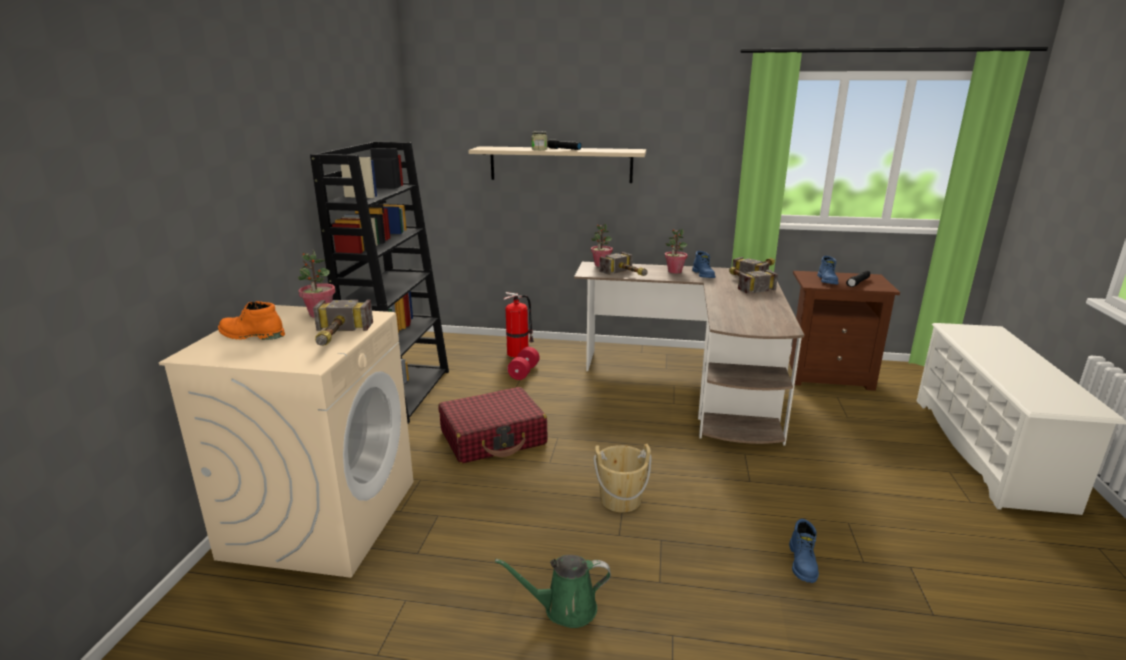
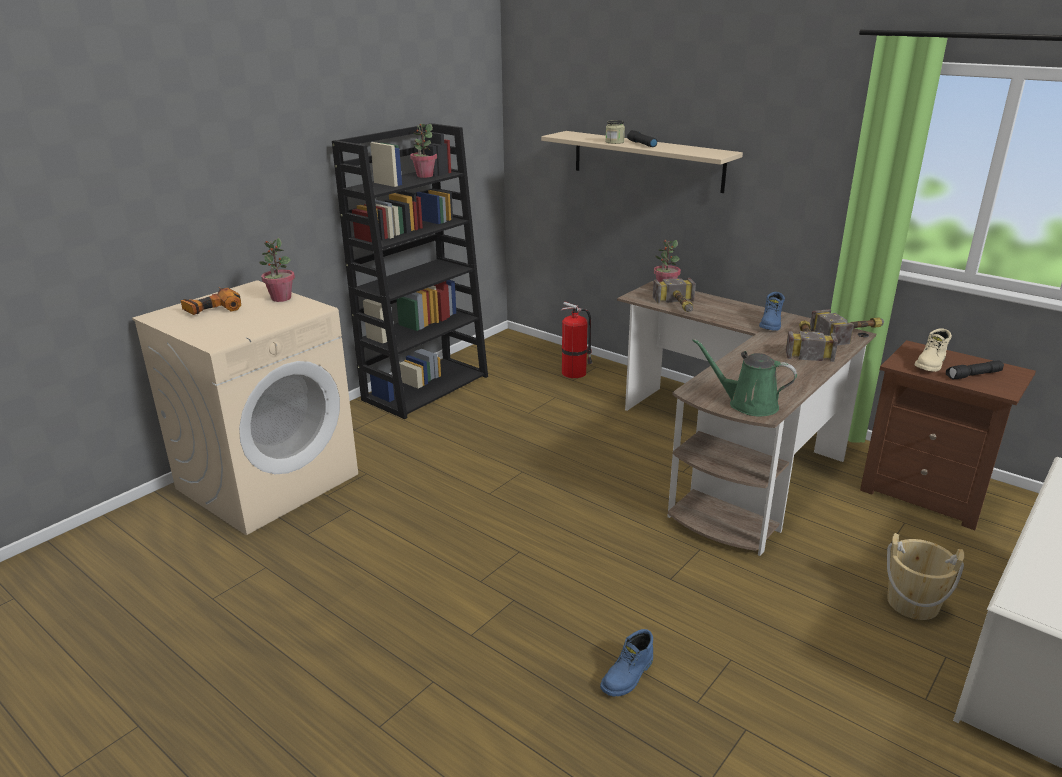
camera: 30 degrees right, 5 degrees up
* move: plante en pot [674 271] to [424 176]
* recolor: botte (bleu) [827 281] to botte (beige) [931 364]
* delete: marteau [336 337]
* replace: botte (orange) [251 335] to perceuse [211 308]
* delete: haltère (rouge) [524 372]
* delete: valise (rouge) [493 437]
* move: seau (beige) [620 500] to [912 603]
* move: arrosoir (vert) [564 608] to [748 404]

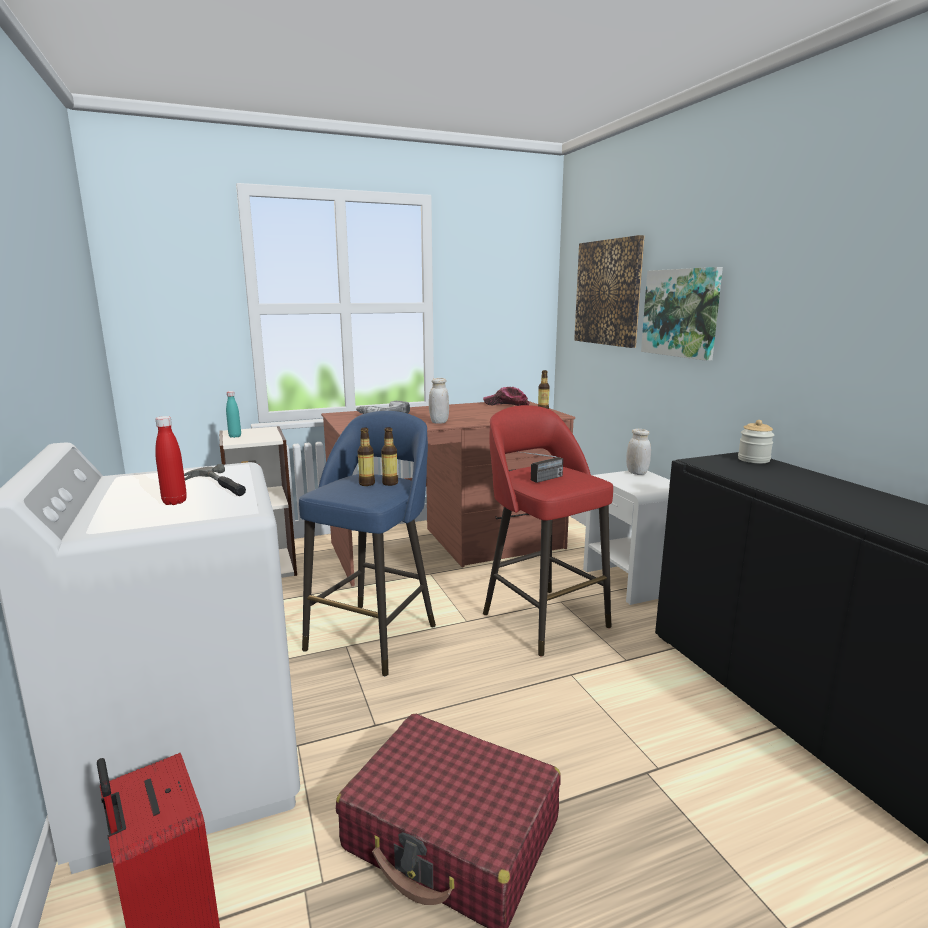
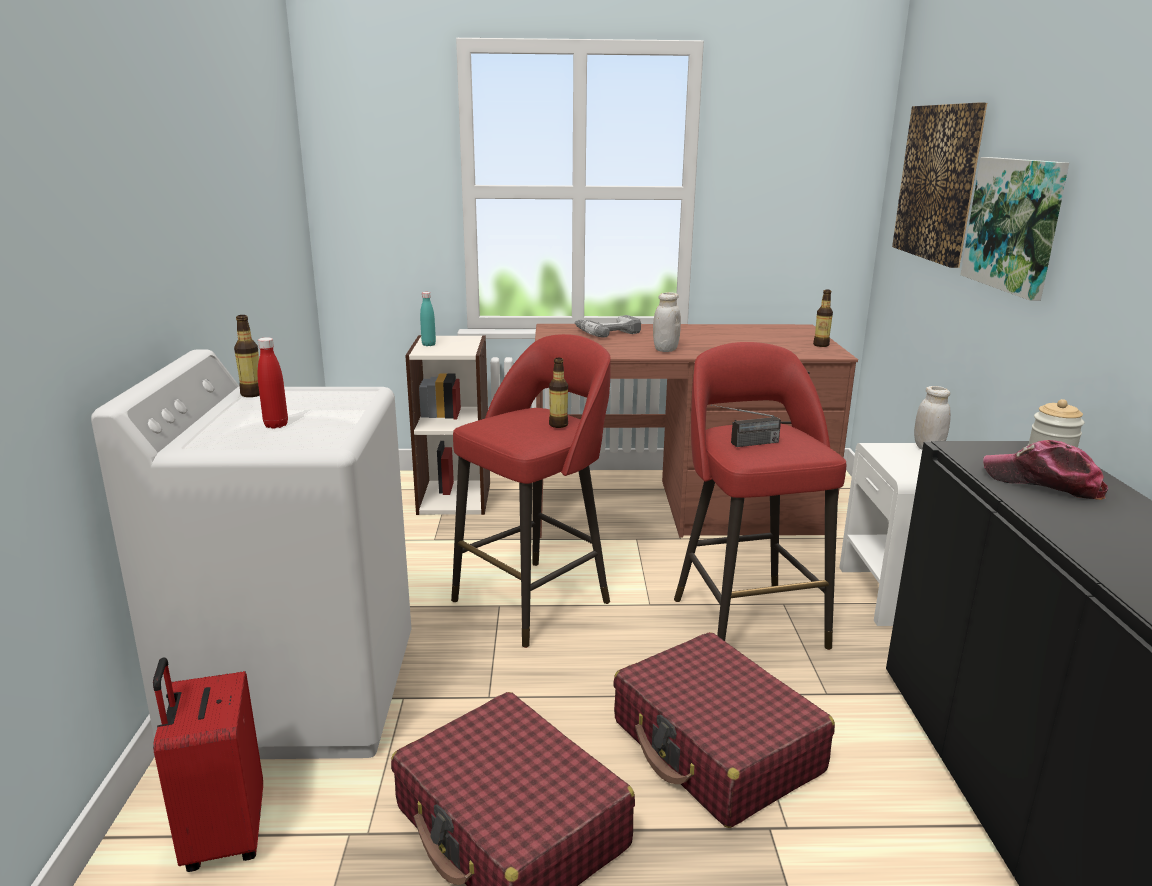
camera: 20 degrees right, 5 degrees up
* move: casquette [506 404] to [1043 482]
* recolor: tabouret (bleu) [374 635] to tabouret (rouge) [535 600]
* move: bouteille [366 484] to [252 394]
* delete: marteau [219 485]
* insert: valise (rouge) [716 747]

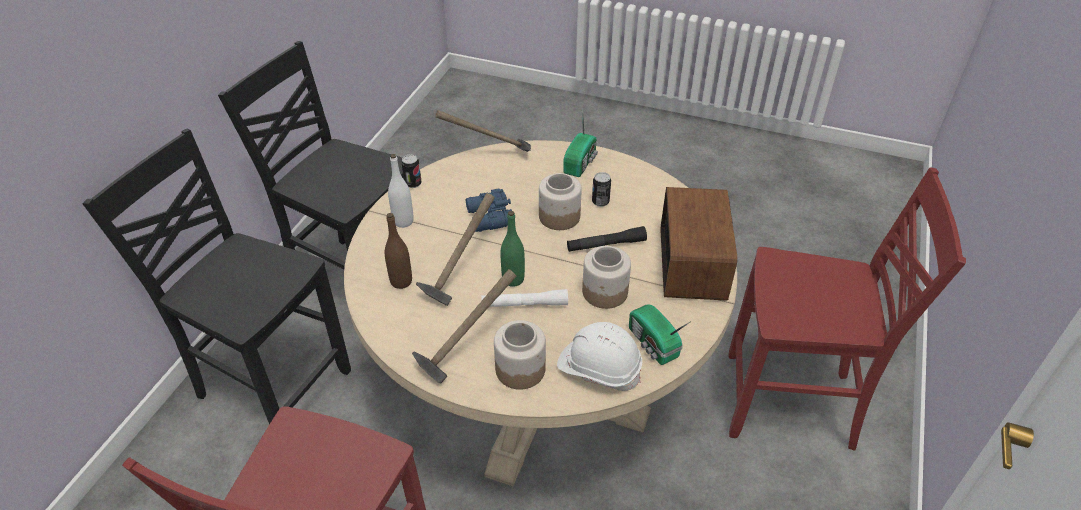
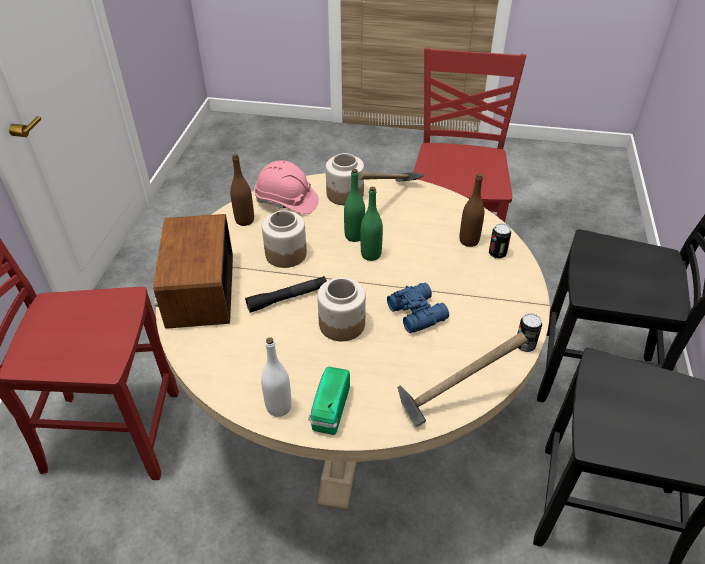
camera: 170 degrees right, 0 degrees up
* move: bouteille (blanc) [403 221] to [278 407]
* move: boîte métallique [600 202] to [497 253]
* delete: marteau [459 276]
* replace: lampe de poche (blanc) [524 304] to bouteille (vert) [354 236]
* replace: radio [653 344] to bouteille (marron) [244 220]
* recolor: casque de chantier (blanc) [599 368] to casque de chantier (rose) [286 201]

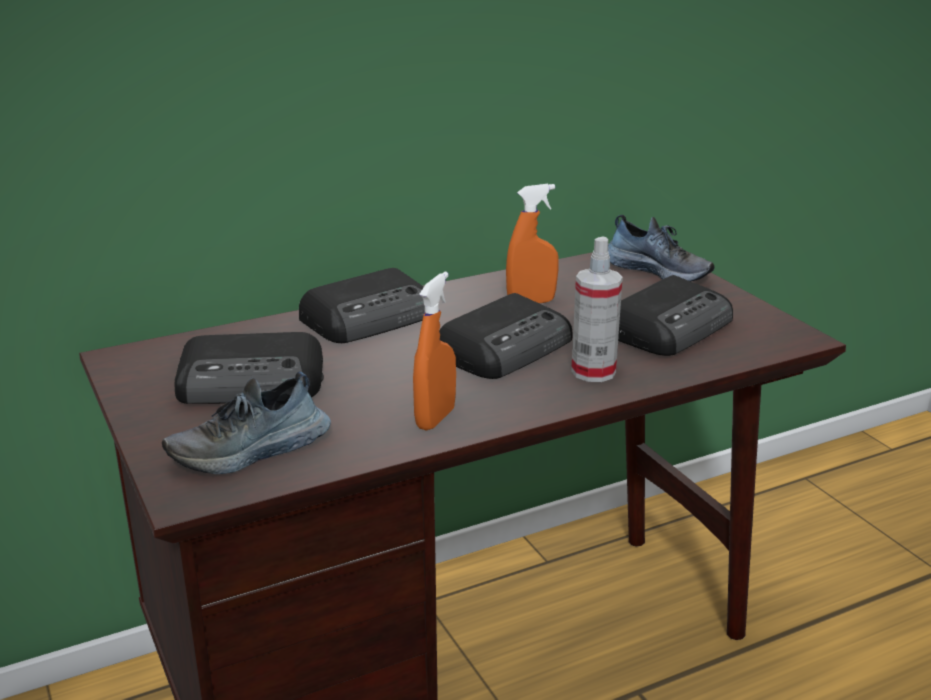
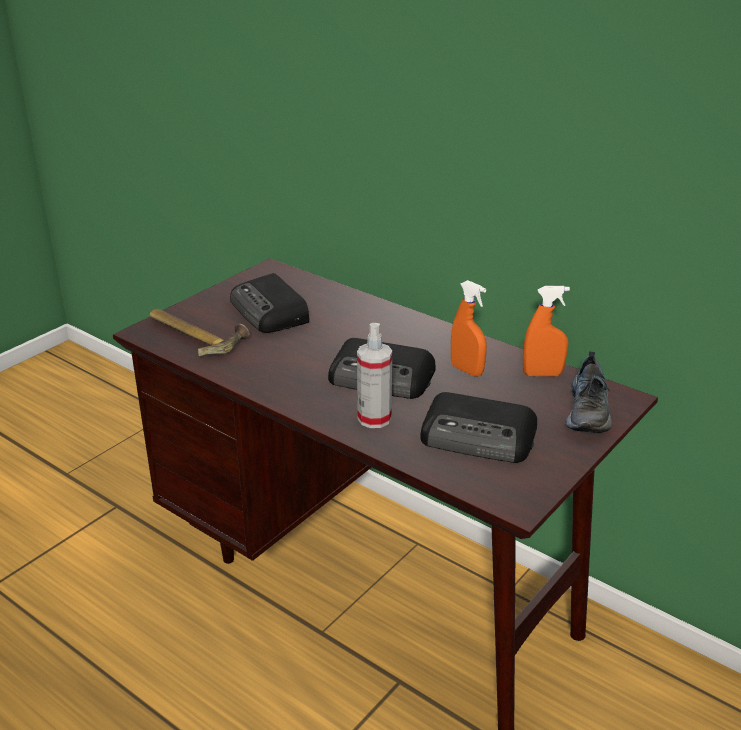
camera: 65 degrees right, 5 degrees up
* delete: radio [372 318]
* move: vaporisateur (orange) [435 418] to [542 374]
* replace: chaussure [251 451] to marteau [195 334]

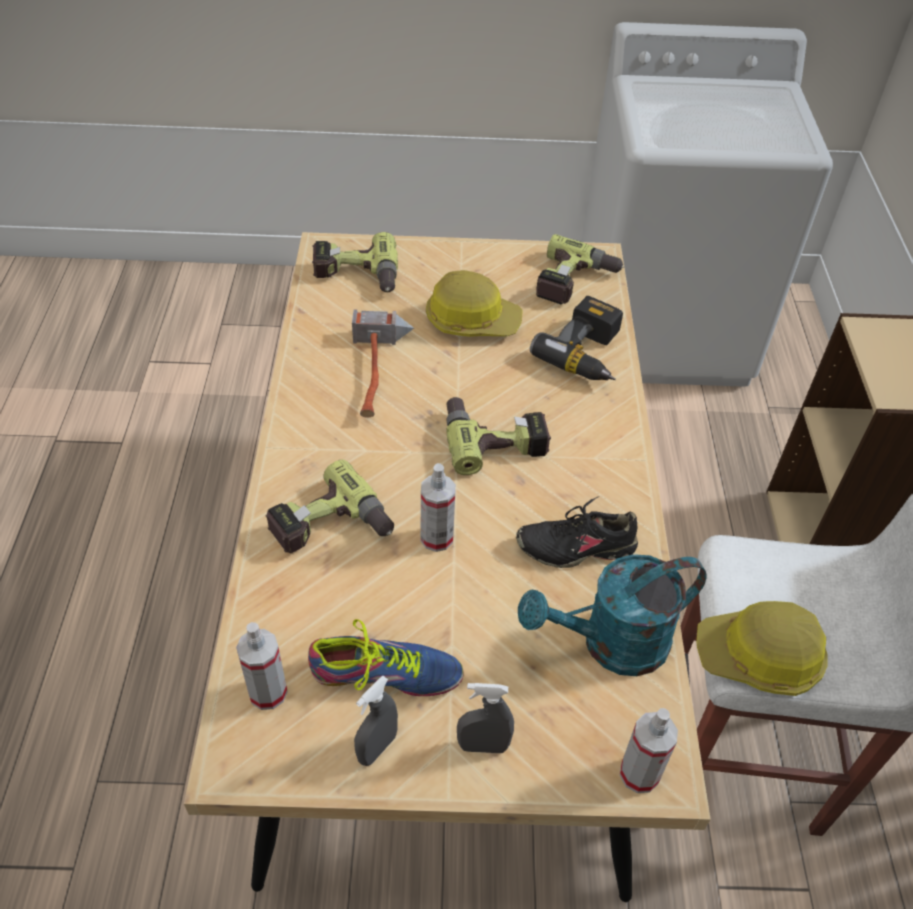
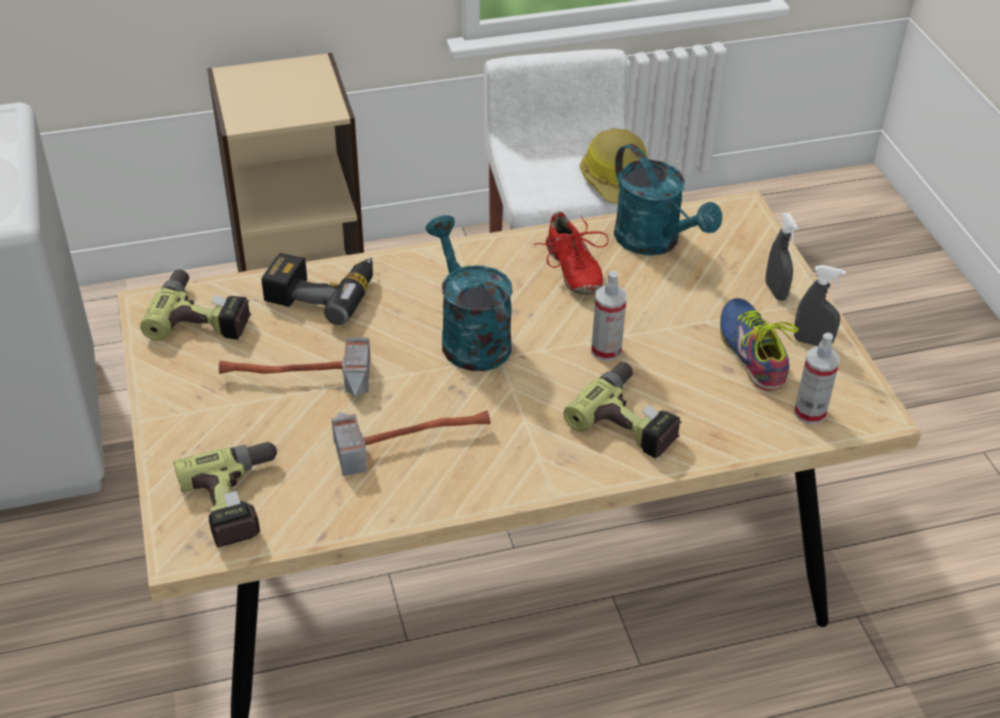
camera: 105 degrees left, 5 degrees down
* replace: casque de chantier [472 320] to marteau [294 383]
* replace: perceuse [494 438] to arrosoir (turquoise) [469 336]
* recolor: chaussure (noir) [576 546] to chaussure (rouge) [572 270]
* delete: vaporisateur [639 774]

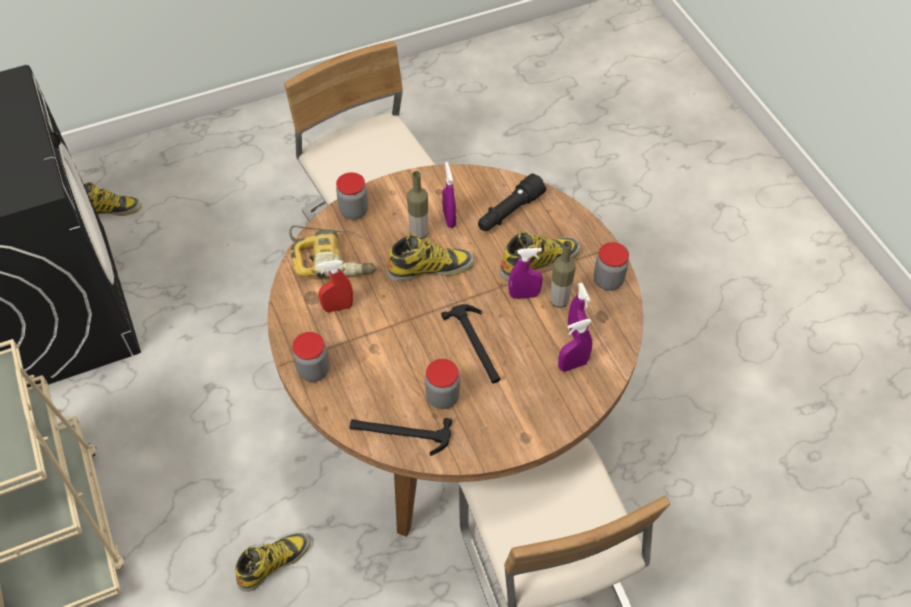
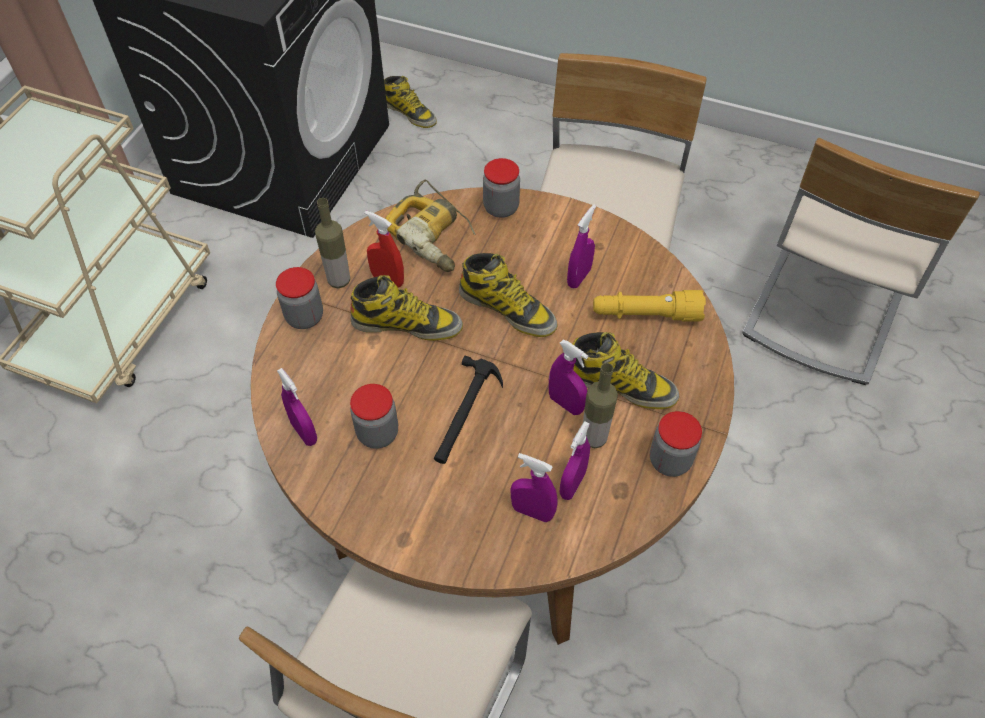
camera: 45 degrees right, 0 degrees up
* move: bouteille [419 233] to [339 280]
* recolor: lampe de poche (noir) [509 212] to lampe de poche (jaune) [645 314]
* replace: marteau [400 433] to vaporisateur (violet) [304 432]
* move: botte [274 562] to [407 324]
* insert: chaise (beige) [823 308]

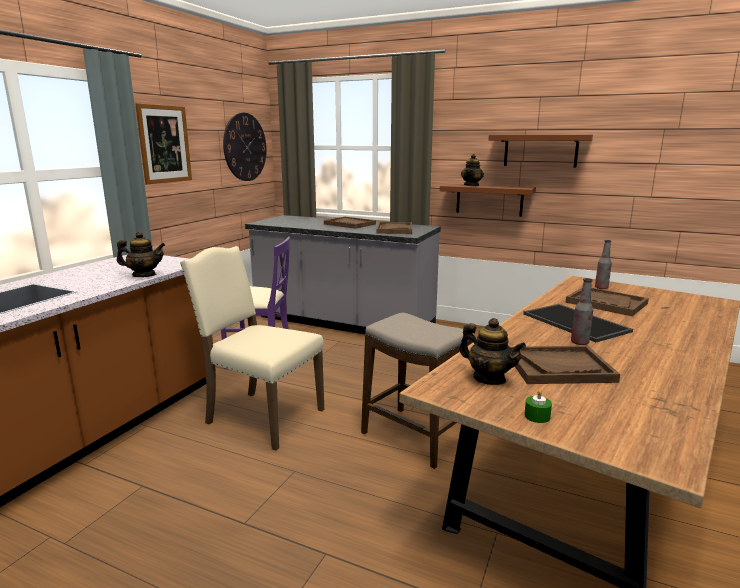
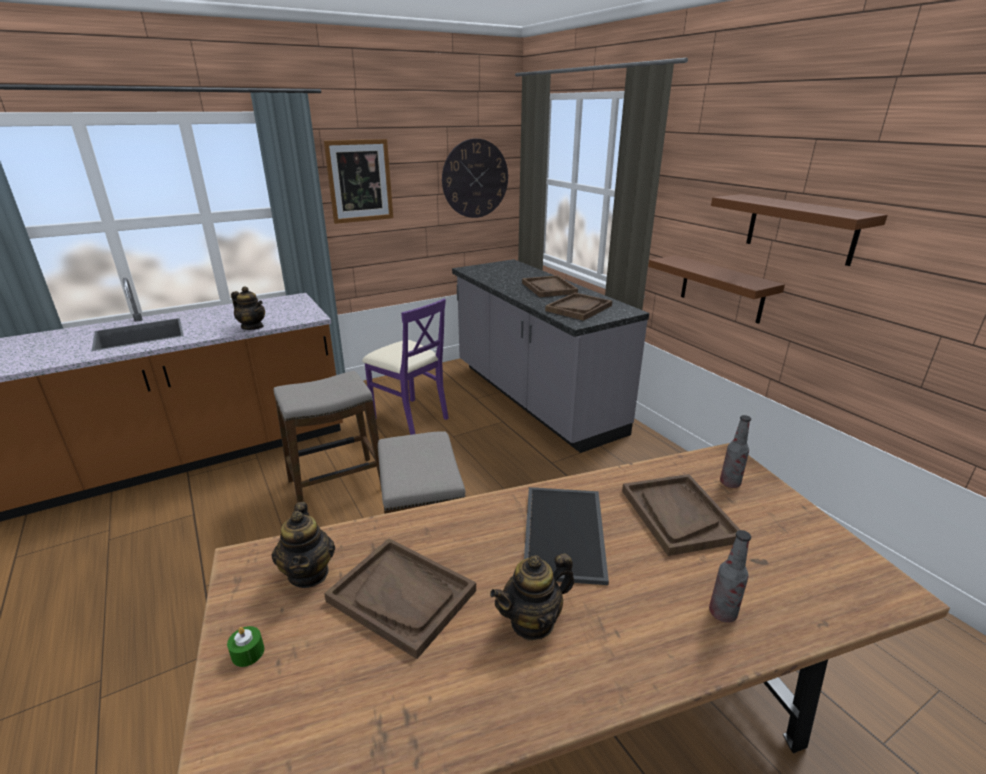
camera: 35 degrees right, 10 degrees up
* move: théière [471 185] to [532 622]
* replace: chaise (beige) [261 417] to tabouret [336 485]
* move: bouteille [579 342] to [722 613]

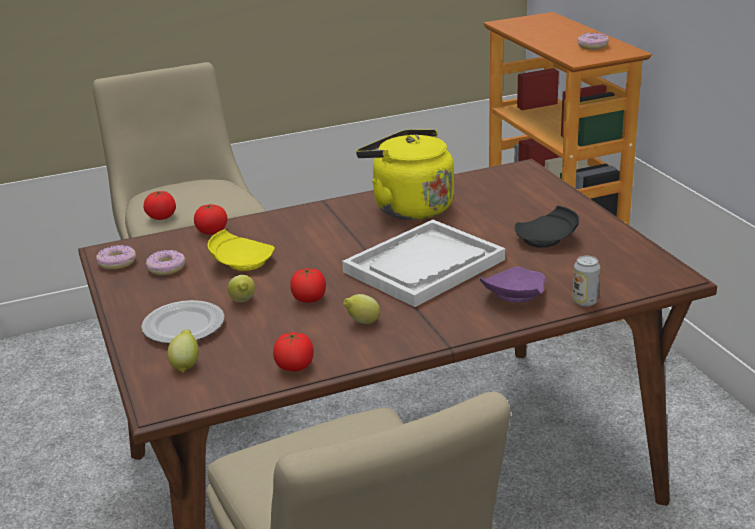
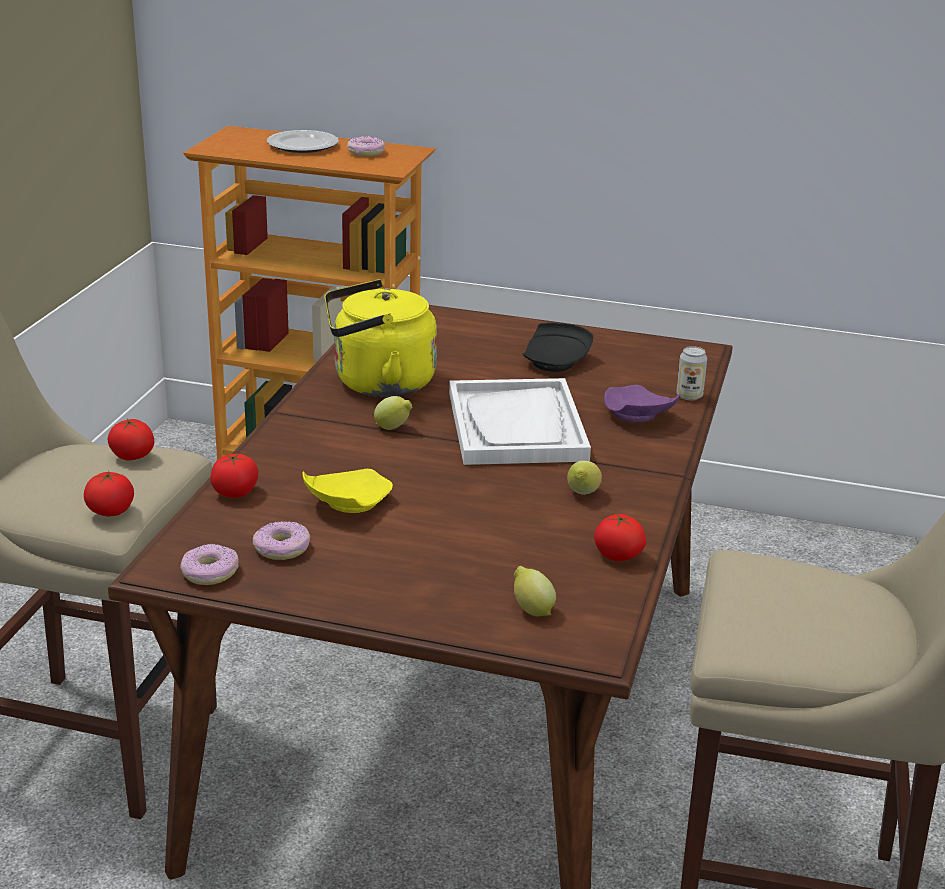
camera: 55 degrees left, 0 degrees up
* move: tomate [309 299] to [132 456]
* move: citron [243 302] to [393 428]
* move: assiette [183 327] to [302 146]

